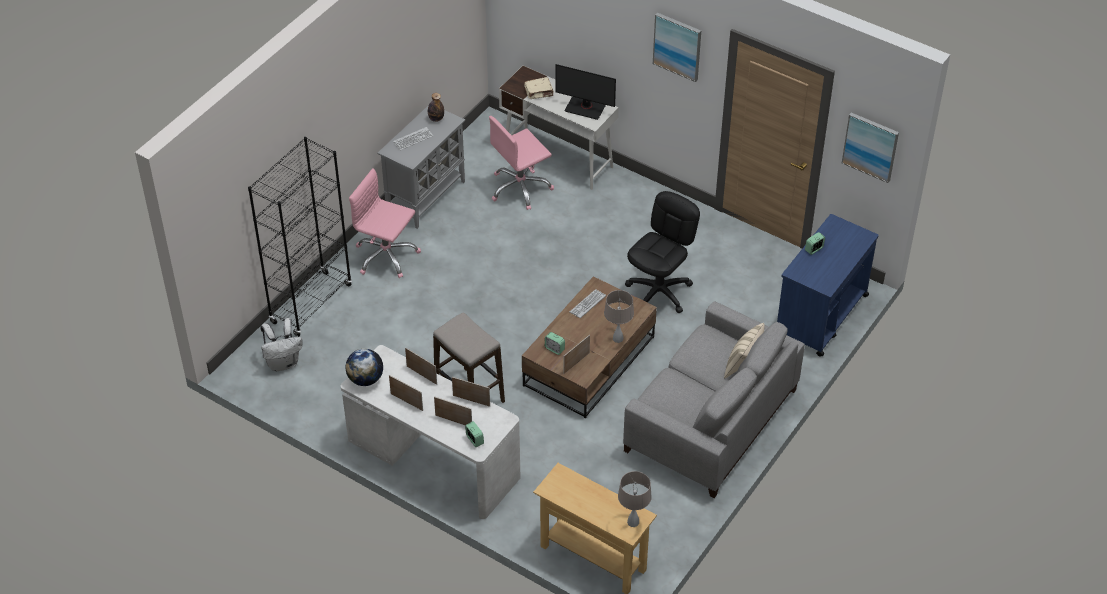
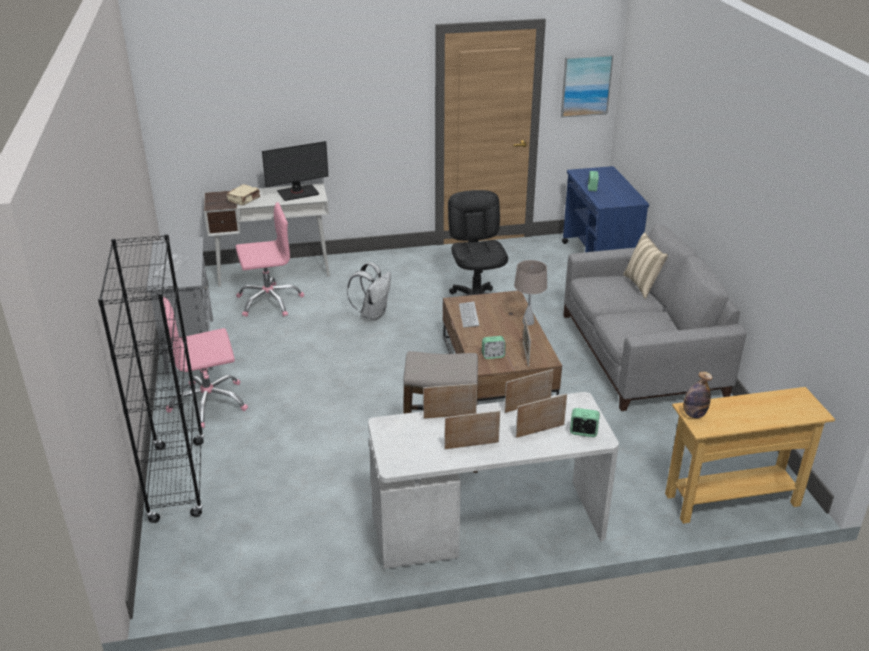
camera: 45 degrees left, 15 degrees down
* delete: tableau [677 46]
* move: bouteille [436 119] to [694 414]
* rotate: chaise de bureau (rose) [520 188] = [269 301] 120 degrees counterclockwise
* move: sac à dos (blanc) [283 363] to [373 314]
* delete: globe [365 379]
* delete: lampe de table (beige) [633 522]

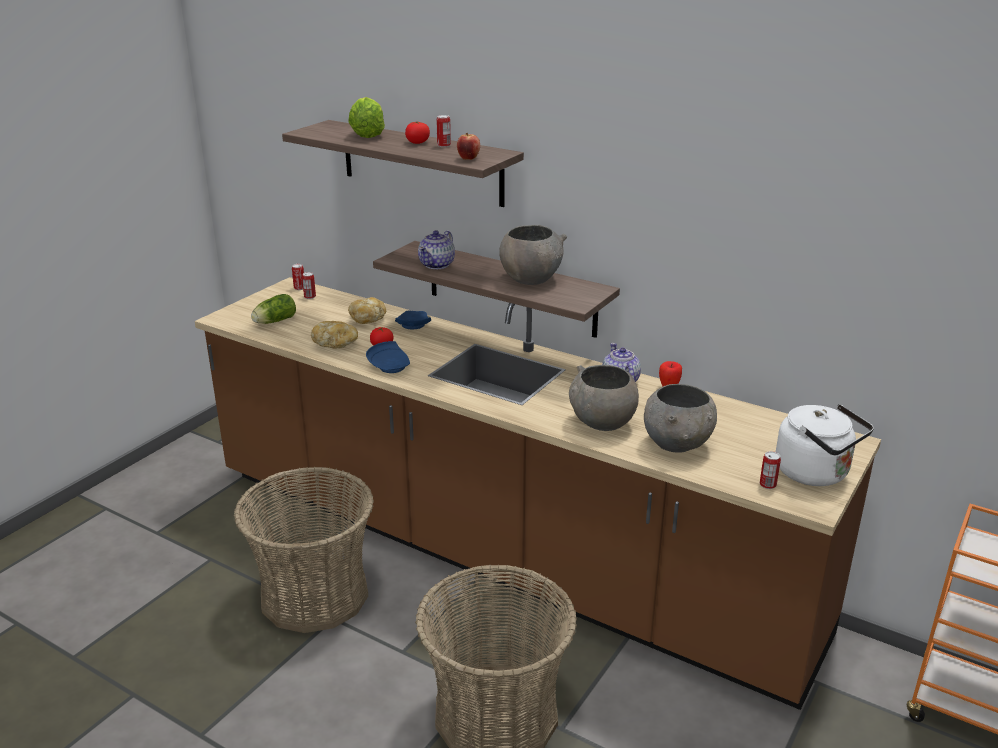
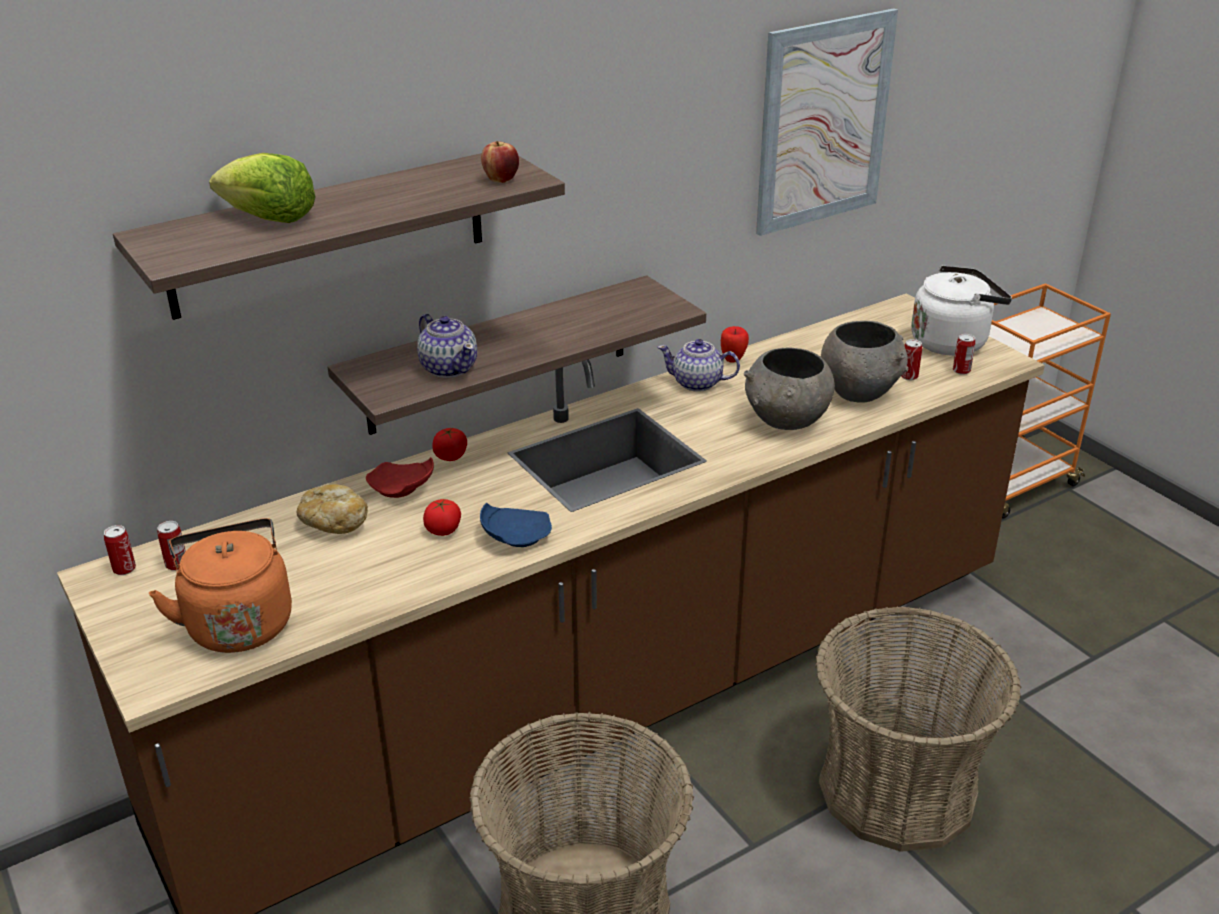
camera: 65 degrees left, 5 degrees up
* move: boîte métallique [444 145] to [909 376]
* move: tomate [417 142] to [451 456]
* delete: bol (gris) [530 278]
* replace: laitue [273 321] to bouilloire (orange) [238 622]
* recolor: assiette (bleu) [412 326] to assiette (rouge) [402 489]
* delete: pain [335 344]
* insert: tableau [823 122]

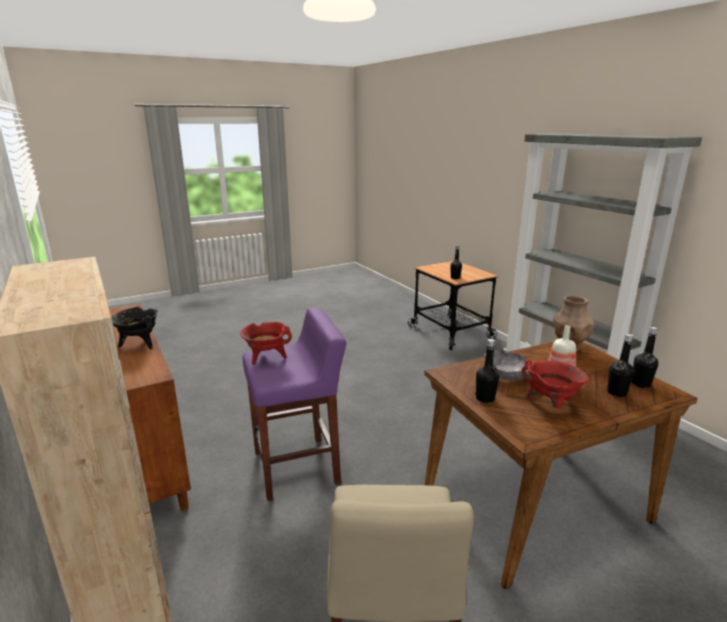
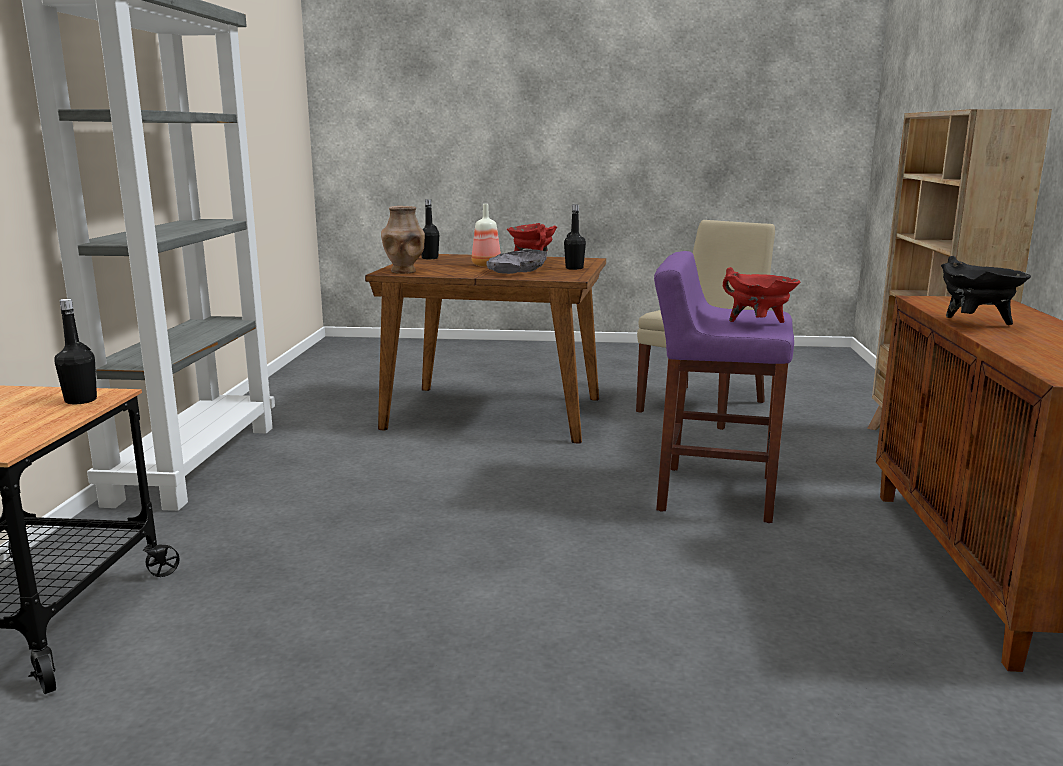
camera: 145 degrees left, 5 degrees down
* delete: bouteille (noir) [616 392]

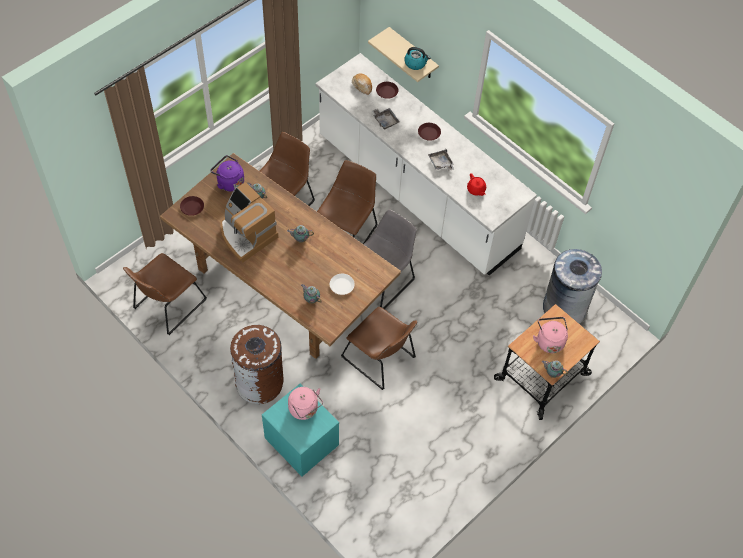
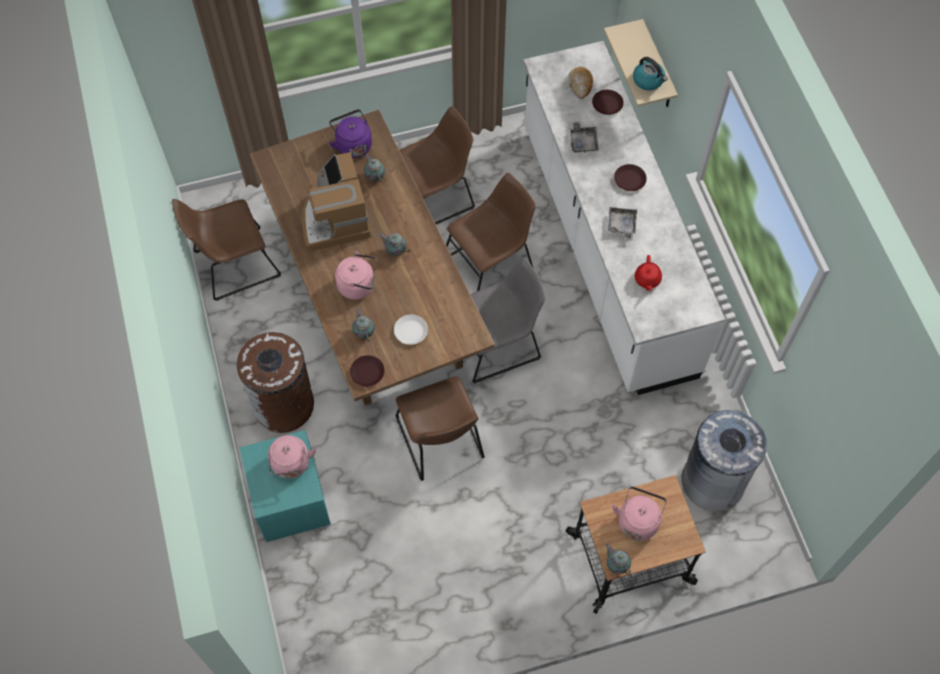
camera: 30 degrees right, 5 degrees up
* move: assiette (marron) [192 207] to [367 373]
* insert: bouilloire (rose) [359 285]

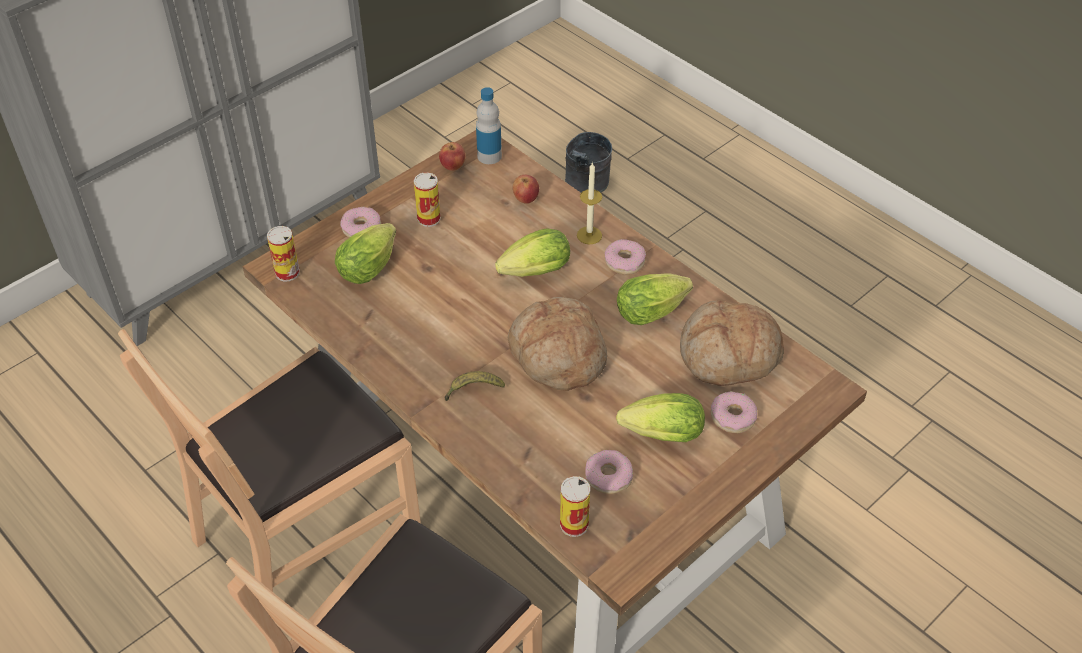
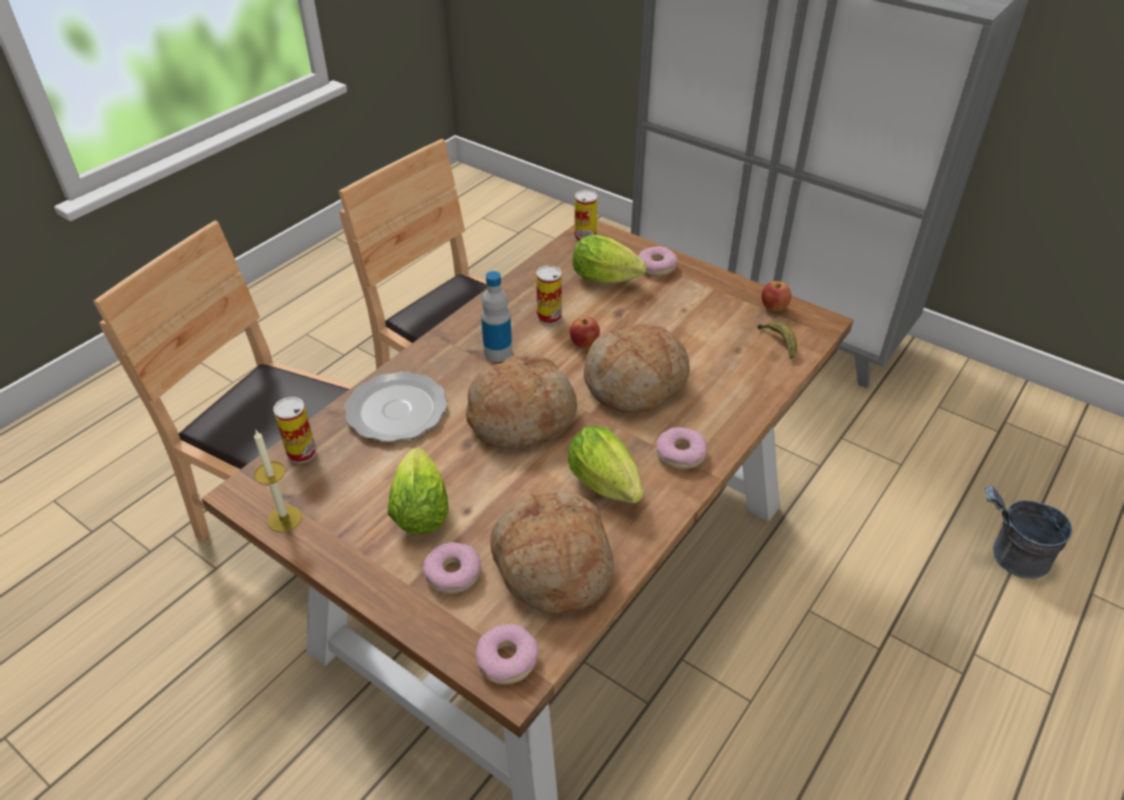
camera: 80 degrees right, 5 degrees down
* move: bouteille [489 156] to [498 352]
* move: bougie [589 235] to [284 519]
* move: boîte métallique [428 218] to [549 317]
* move: pomme [526 199] to [584 344]
* replace: laitue [532 273] to pain [636 383]
* move: banane [473 390] to [779 343]
* move: beignet [608 476] to [507 659]
* insert: assiette [398 409]

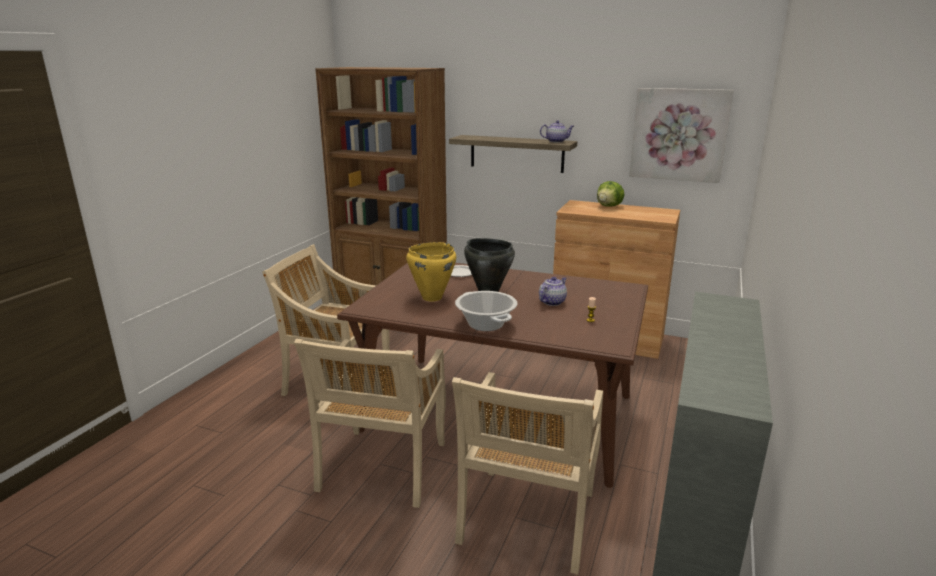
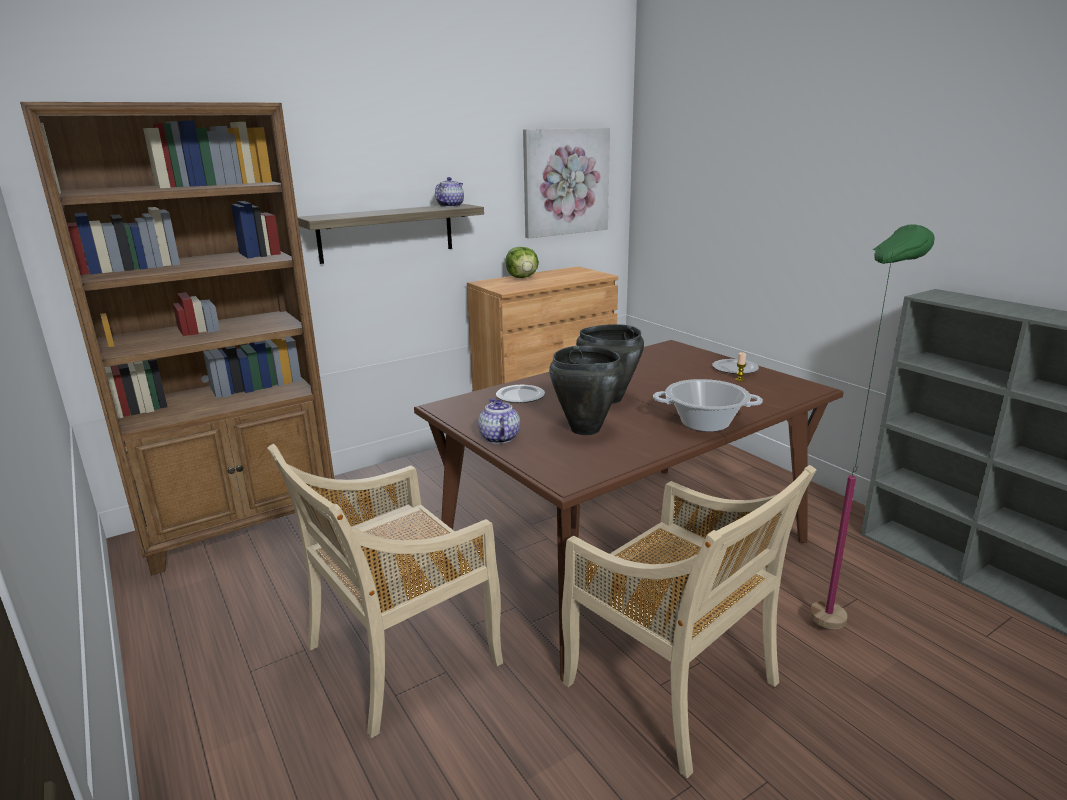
camera: 55 degrees left, 0 degrees up
* recolor: marmite (jaune) [431 297] to marmite (noir) [585 429]
* move: théière [552 302] to [498 437]
* replace: chaise (beige) [527 520] to lampadaire (vert) [835 610]
* insert: assiette [734 369]

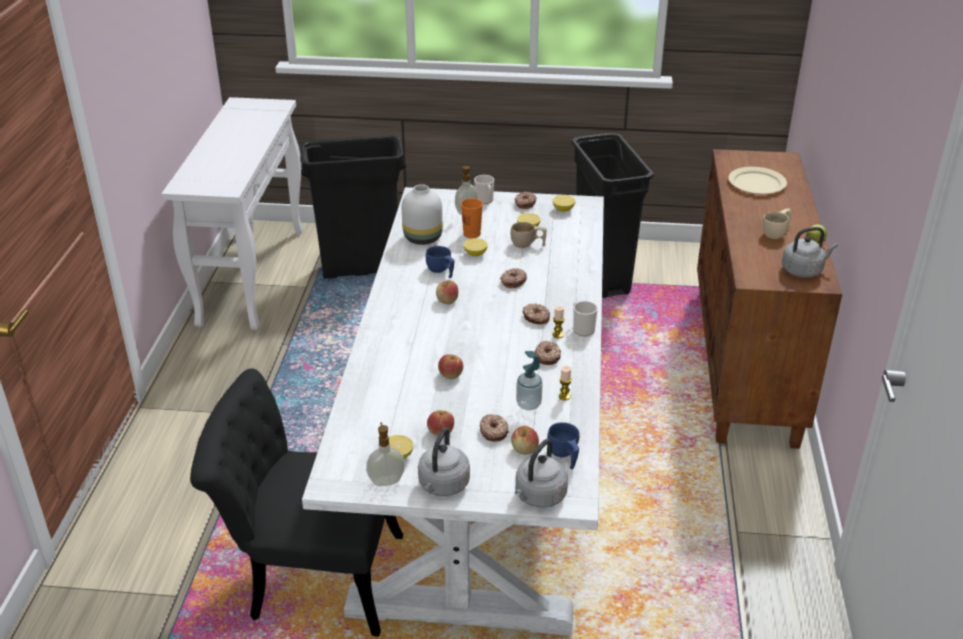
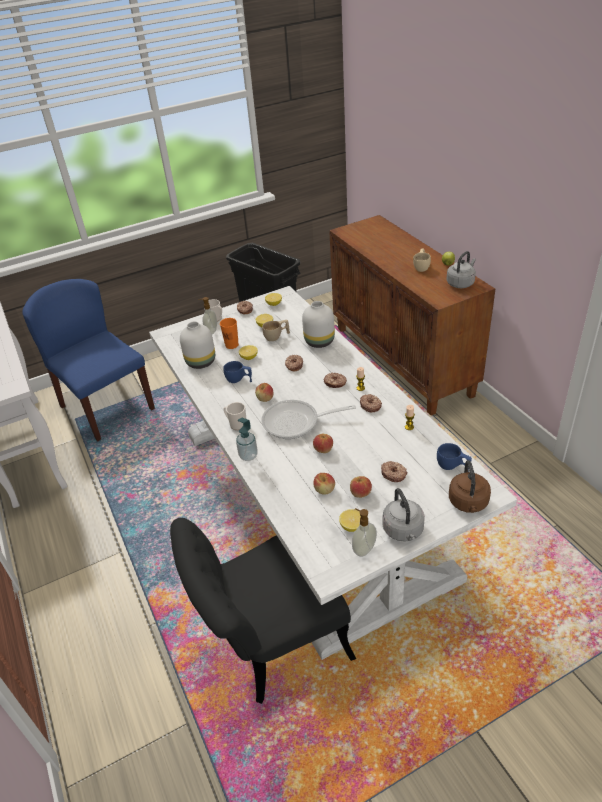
camera: 30 degrees left, 5 degrees up
* replace: poubelle (noir) [361 268] to chaise (bleu) [106 407]
* delete: assiette (beige) [756 183]
* move: mug [582 329] to [236 424]
* move: distributeur de savon [528 404] to [248 456]
* move: pomme [524 449] to [324 490]
* recolor: bouilloire (gris) [539 497] to bouilloire (marron) [468 503]
* insert: vase (blanc) [320 342]
* insert: poêle [296 423]

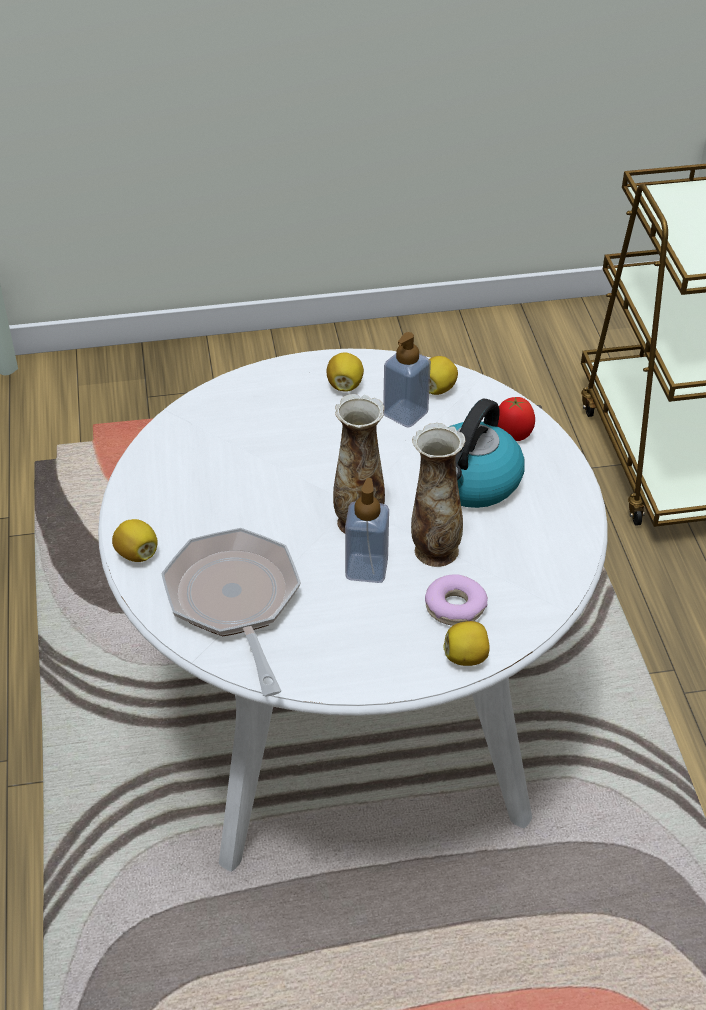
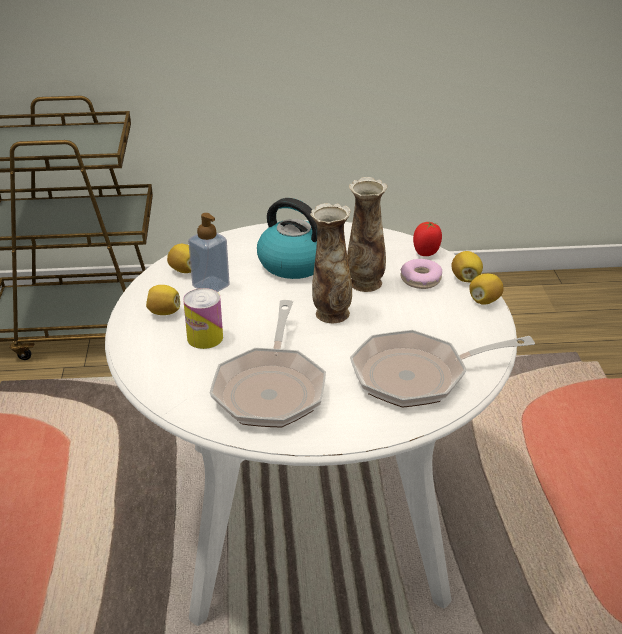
camera: 85 degrees left, 10 degrees down
* move: tomate [513 434] to [426 253]
* delete: distributeur de savon [366 569]
* move: citron [137 554] to [484 301]
* insert: boîte métallique [205 338]
* insert: poêle [271 388]

